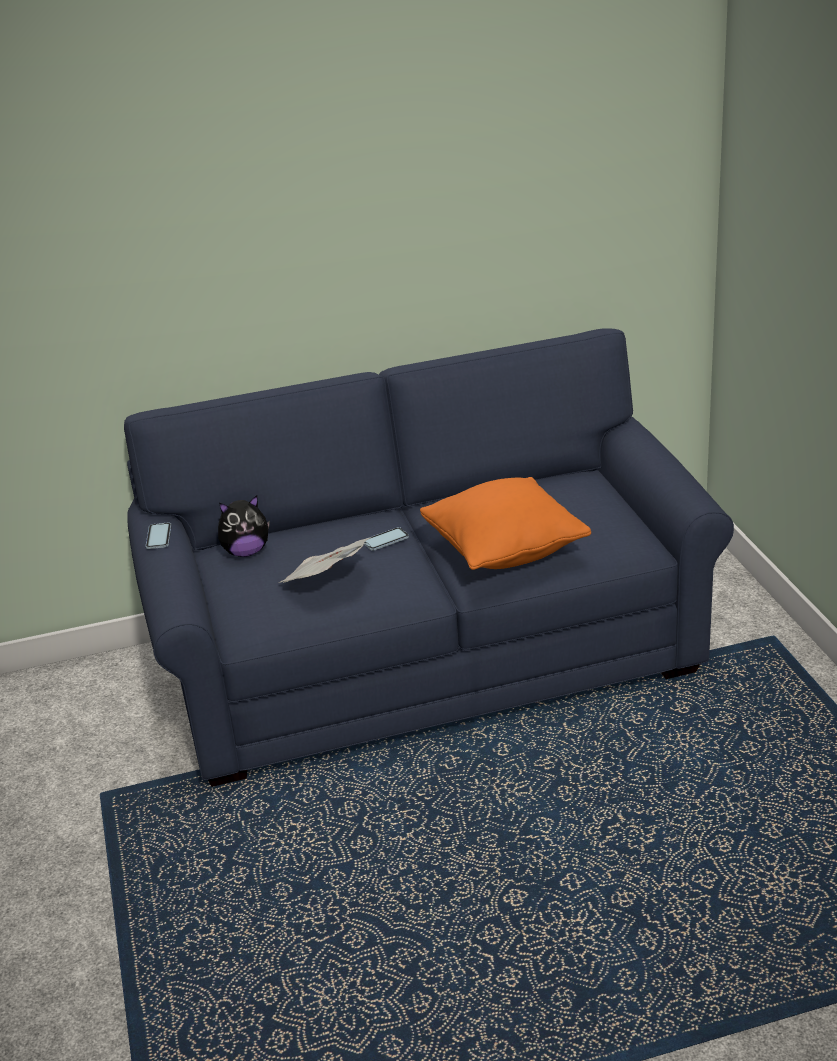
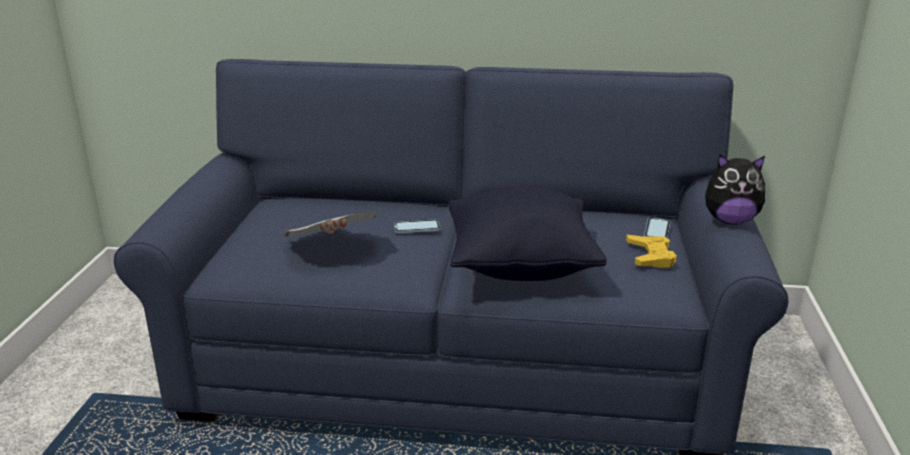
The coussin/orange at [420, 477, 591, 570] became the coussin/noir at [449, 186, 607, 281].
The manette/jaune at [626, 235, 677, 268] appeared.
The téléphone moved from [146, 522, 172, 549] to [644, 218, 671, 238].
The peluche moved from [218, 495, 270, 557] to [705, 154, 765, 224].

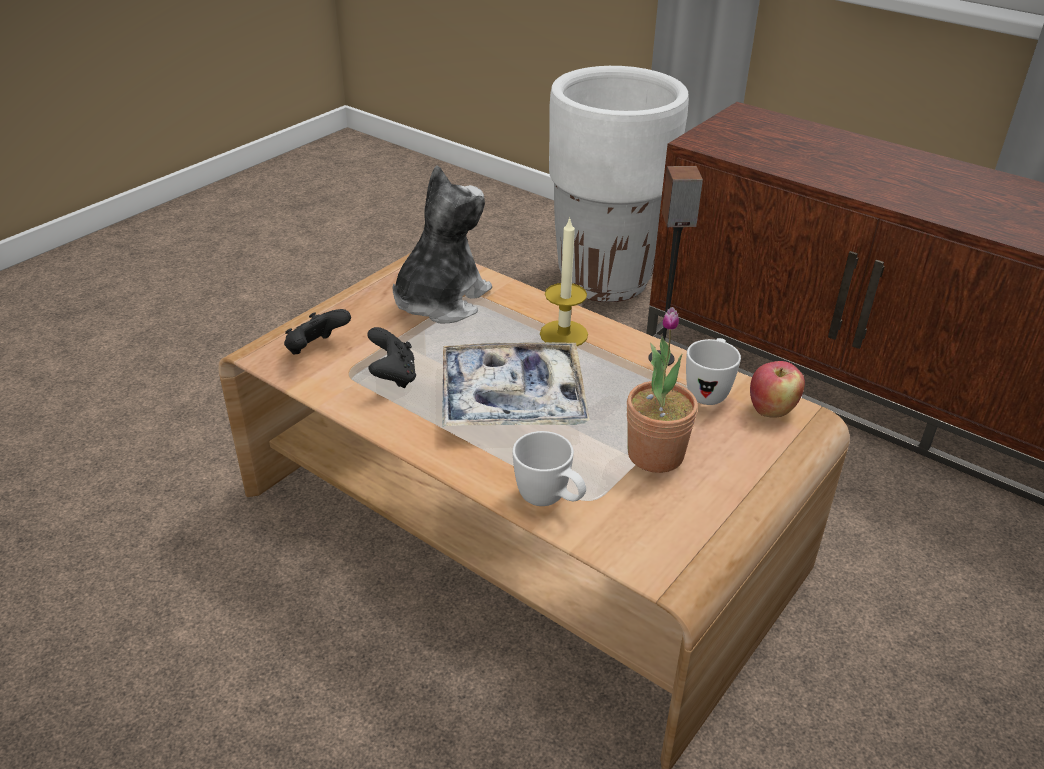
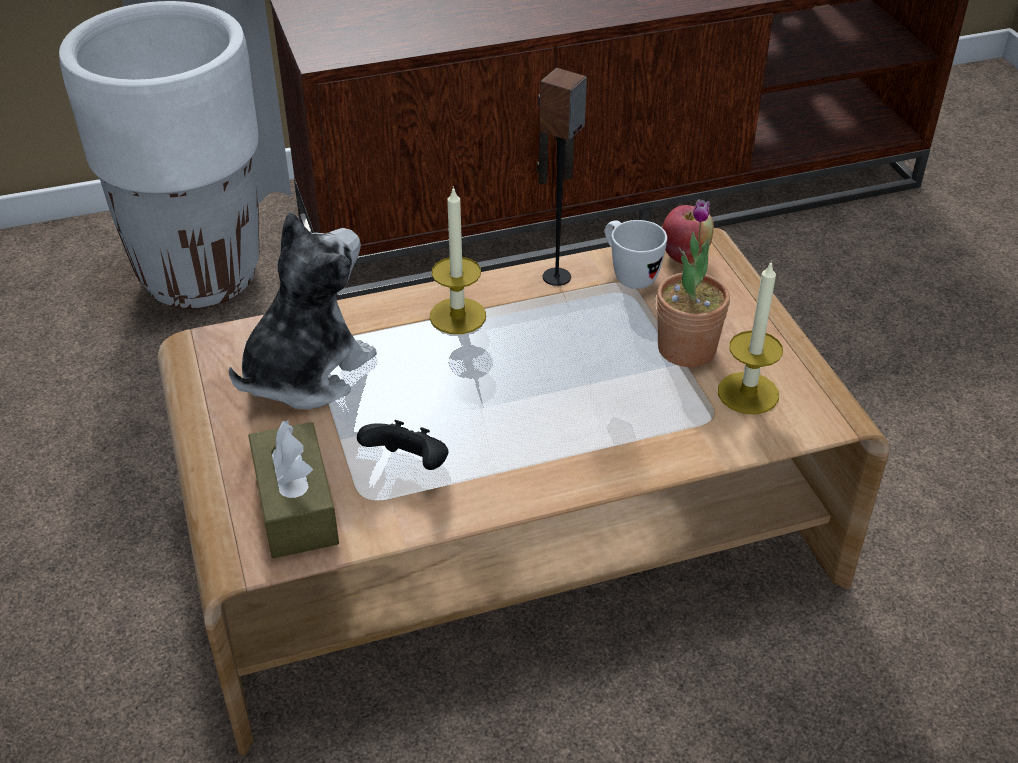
The peluche at [393, 165, 492, 324] turned 60 degrees clockwise.
The manette/noir at [284, 309, 351, 355] was replaced by the boîte à mouchoirs/marron at [248, 419, 339, 558].
The bougie at [718, 260, 783, 415] appeared.
The plateau at [442, 342, 590, 427] disappeared.
The mug/blanc at [512, 431, 586, 506] disappeared.

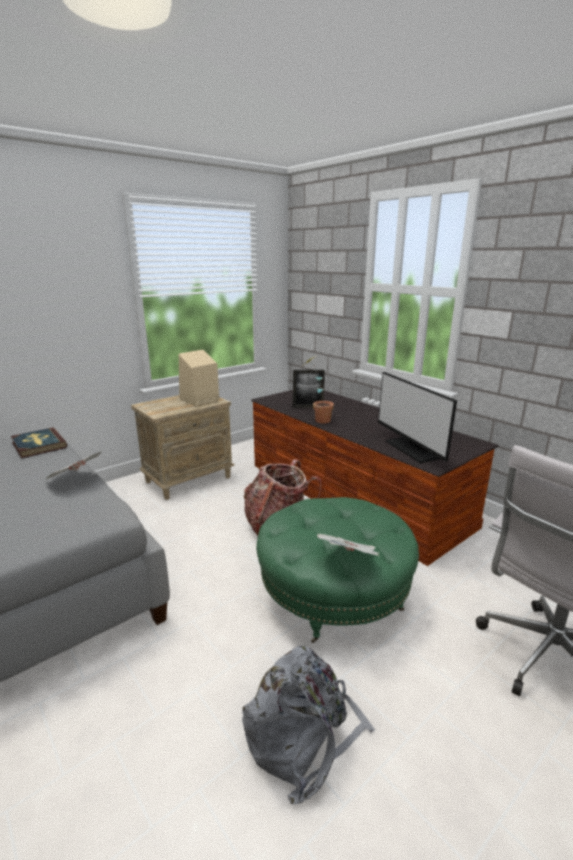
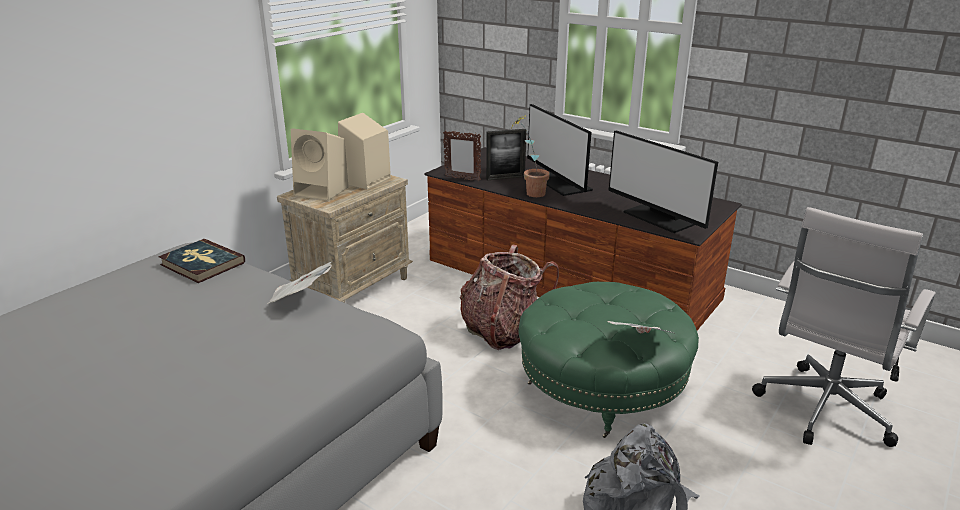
The enceinte/beige at [291, 128, 349, 201] appeared.
The cadre photo at [443, 130, 481, 181] appeared.
The écran d'ordinateur at [527, 104, 593, 196] appeared.

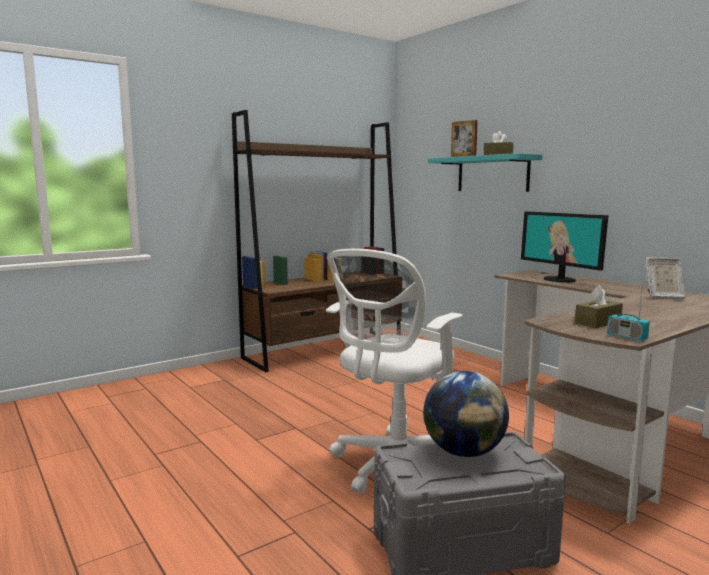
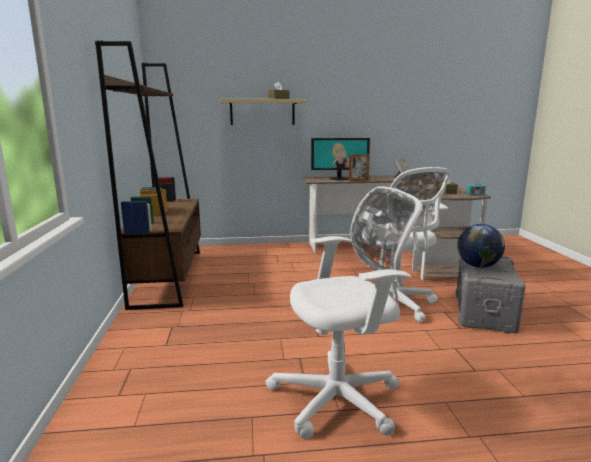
The étagère/turquoise at [428, 153, 543, 192] became the étagère/beige at [219, 99, 307, 125].
The chaise de bureau/blanc at [266, 186, 423, 439] appeared.
The cadre photo moved from [451, 120, 478, 157] to [349, 154, 370, 181].

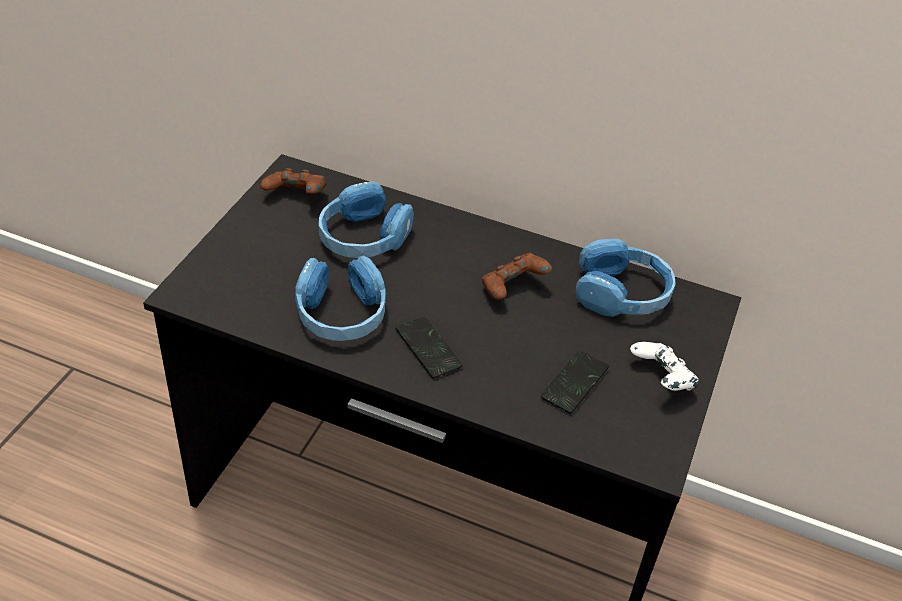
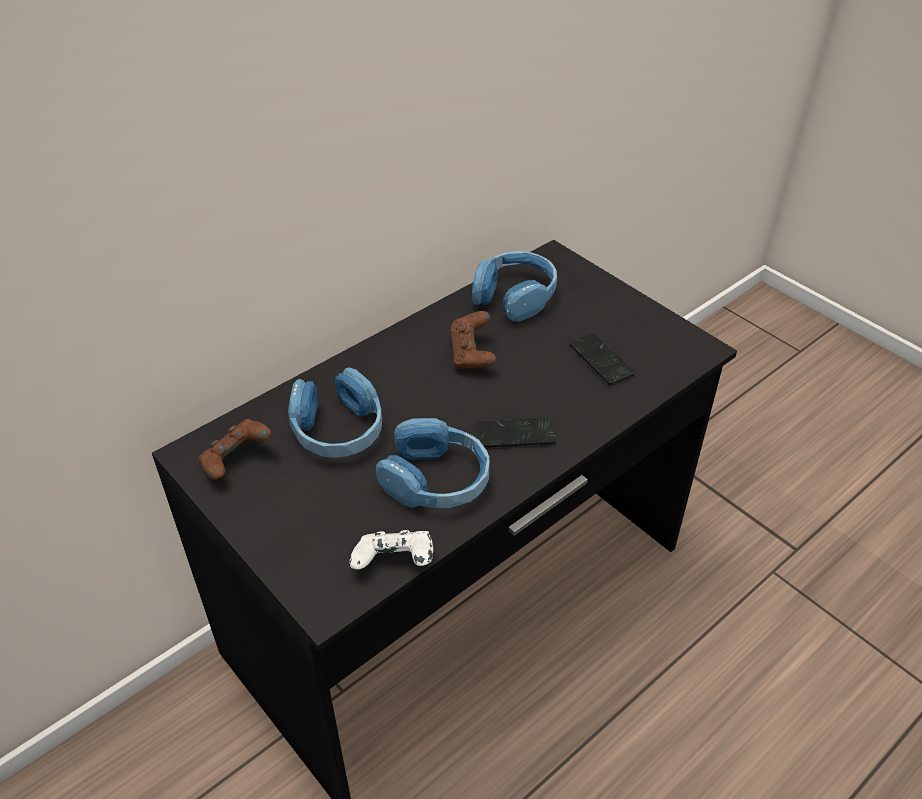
The manette/blanc moved from [630, 342, 699, 391] to [350, 530, 433, 570].

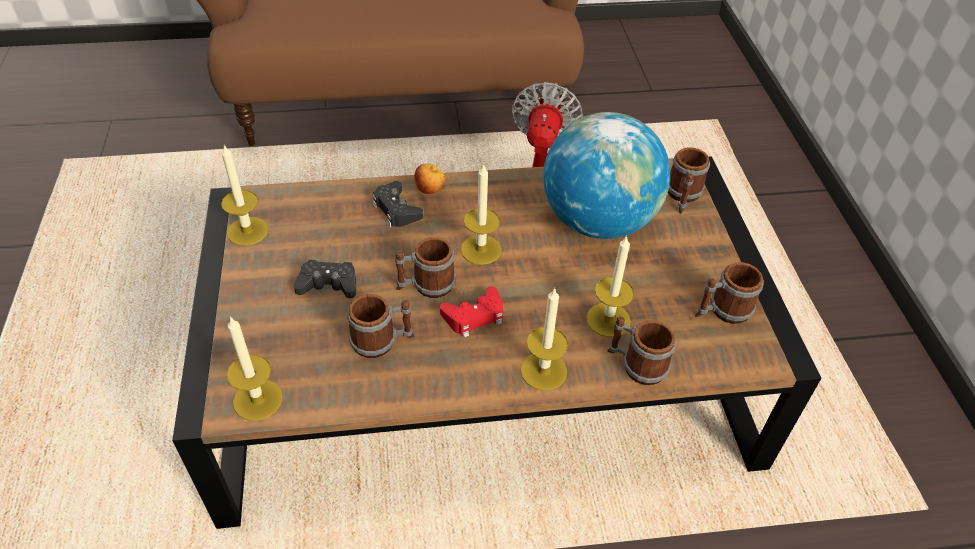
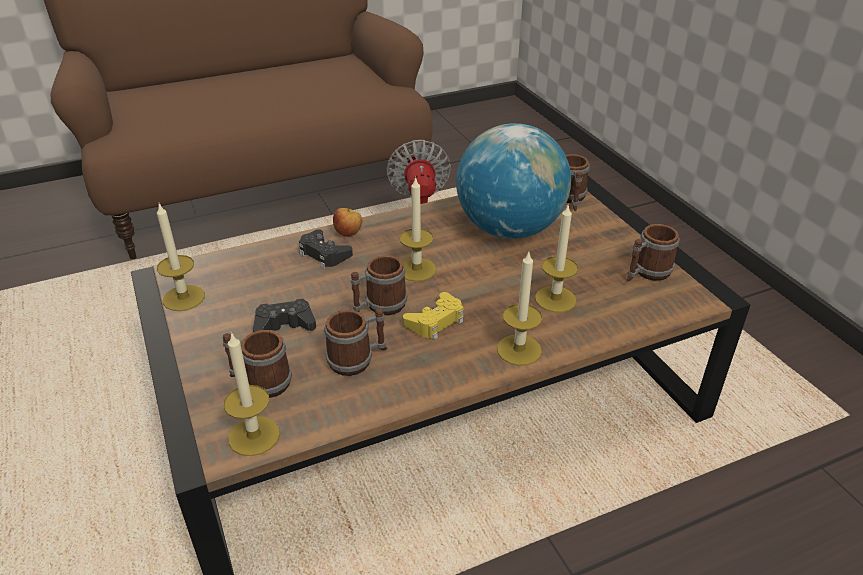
The mug moved from [607, 316, 676, 385] to [223, 330, 292, 398].
The manette/rouge at [440, 286, 503, 338] became the manette/jaune at [403, 292, 464, 340].

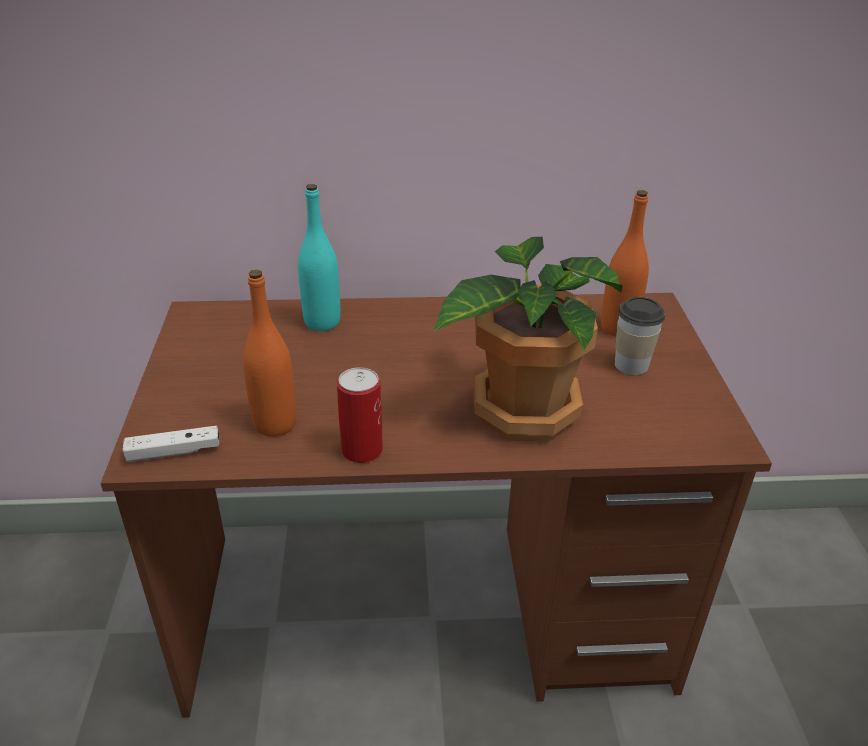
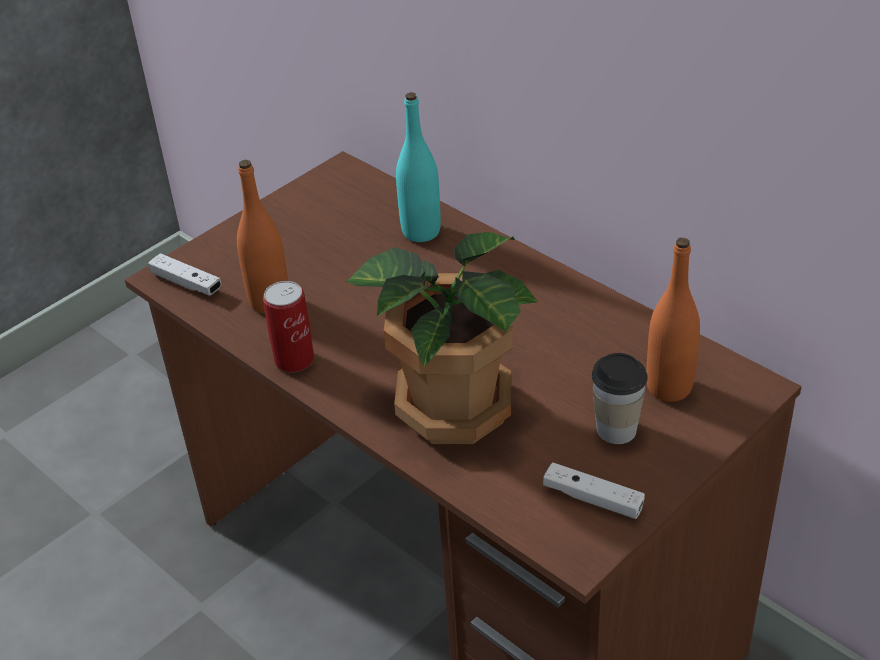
The manette/blanc at [543, 463, 645, 519] appeared.

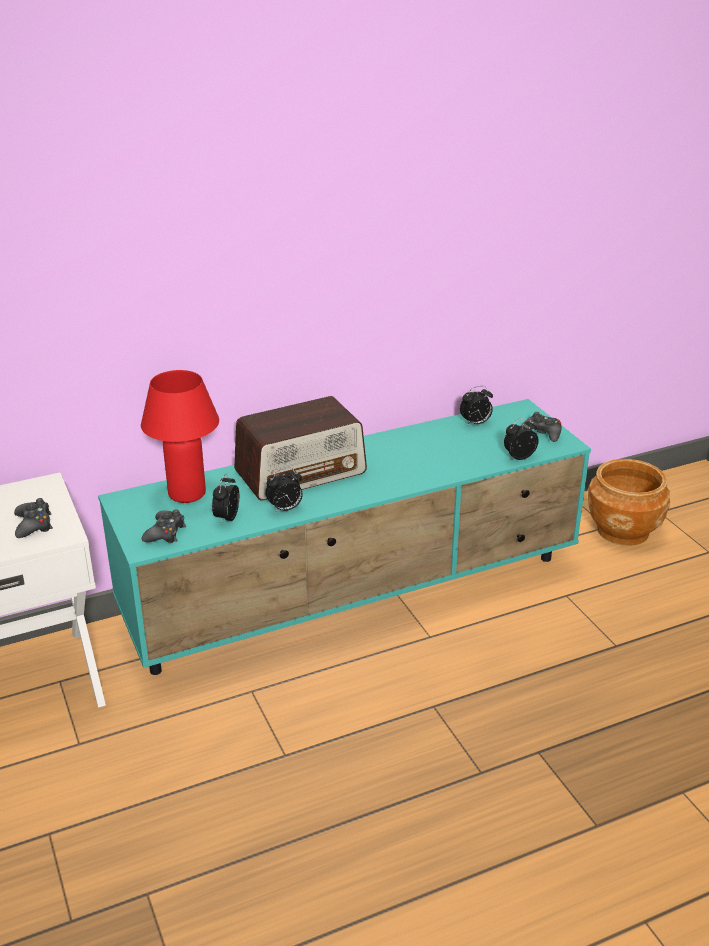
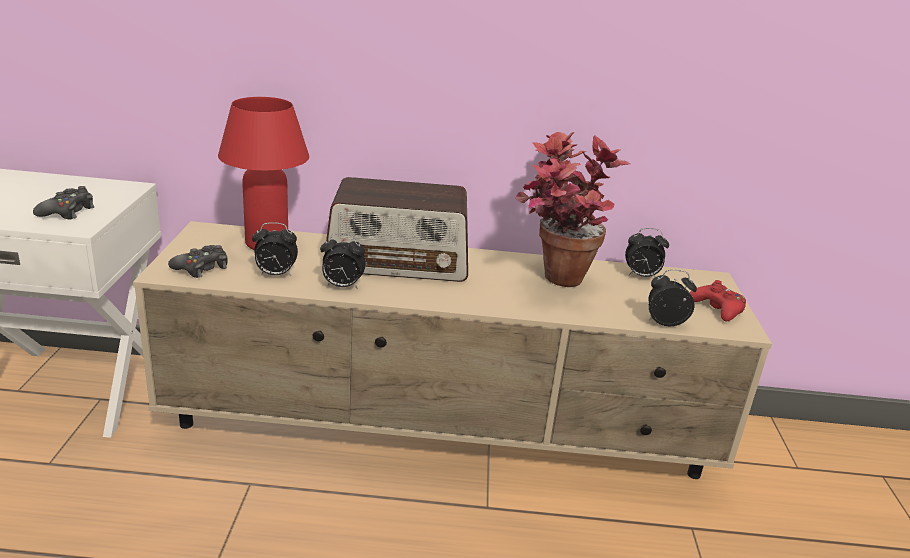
The meuble télé/turquoise at [98, 399, 591, 675] became the meuble télé/beige at [133, 221, 772, 479].
The réveil at [212, 474, 239, 524] turned 135 degrees counterclockwise.
The plante en pot at [515, 132, 631, 287] appeared.
The manette/noir at [523, 412, 562, 442] became the manette/rouge at [690, 280, 746, 321].
The cache-pot/marron at [588, 459, 670, 546] disappeared.

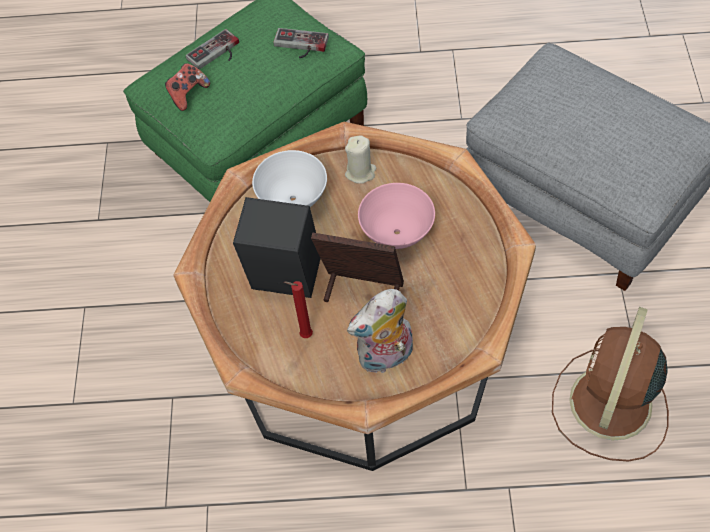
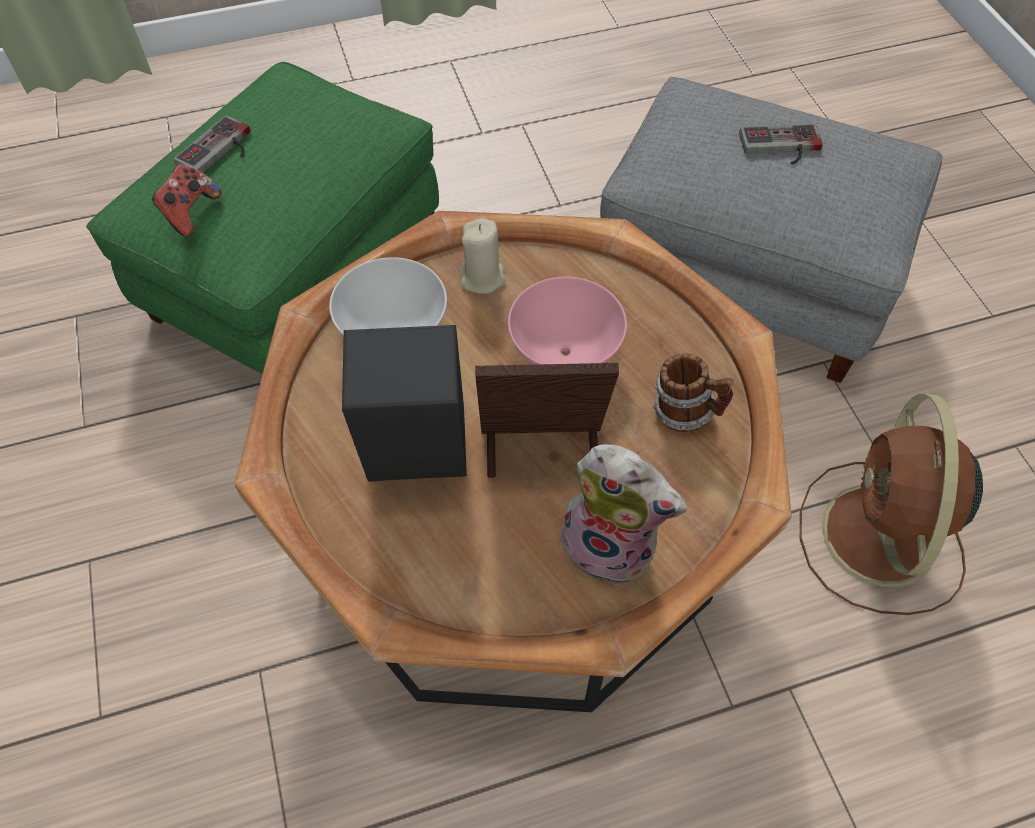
The peluche at [347, 289, 413, 373] turned 105 degrees counterclockwise.
The mug at [653, 354, 734, 432] appeared.
The manette moved from [273, 28, 329, 58] to [739, 124, 823, 165].
The bougie/rouge at [284, 281, 313, 338] disappeared.

